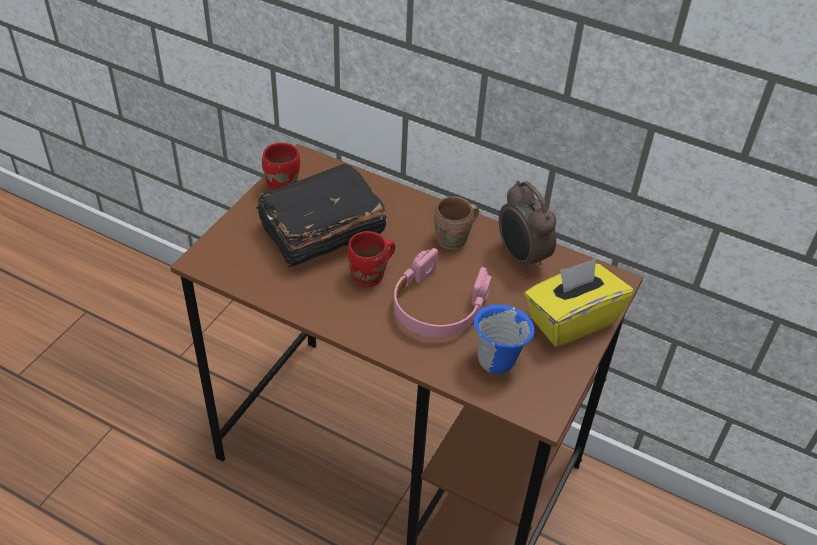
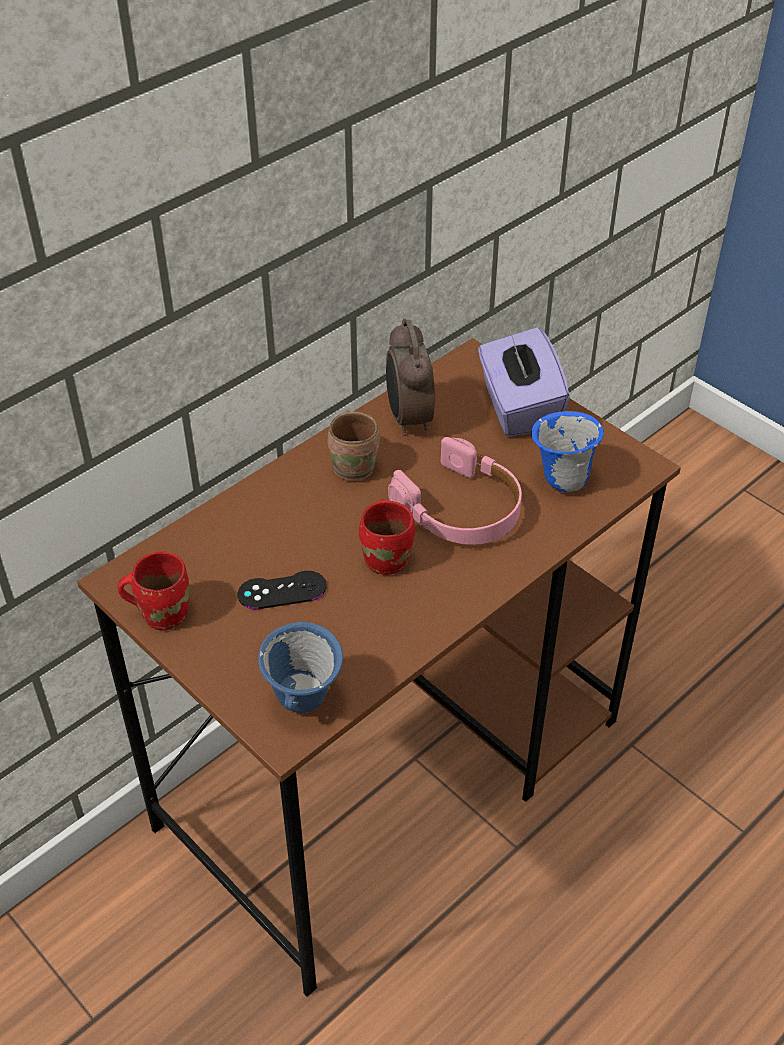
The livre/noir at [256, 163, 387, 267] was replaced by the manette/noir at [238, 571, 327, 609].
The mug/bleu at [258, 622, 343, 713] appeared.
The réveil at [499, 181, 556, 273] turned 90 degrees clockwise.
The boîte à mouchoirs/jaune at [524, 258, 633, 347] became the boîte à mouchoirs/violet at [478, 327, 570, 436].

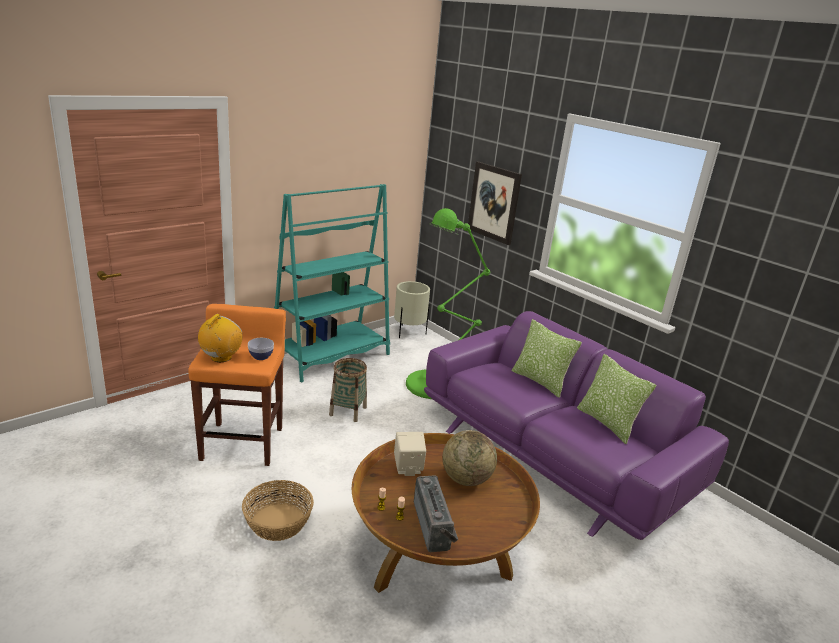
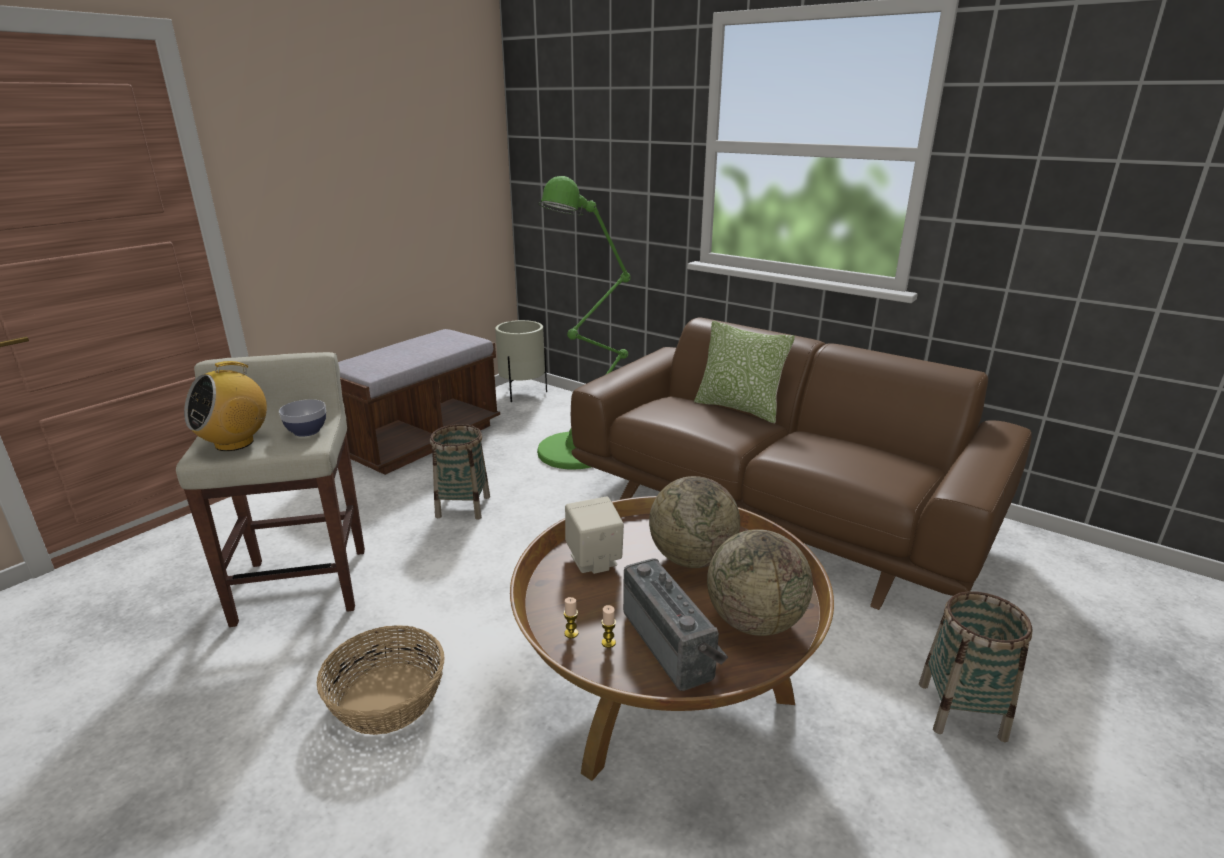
The tabouret/orange at [188, 304, 286, 466] became the tabouret/beige at [176, 352, 365, 627].
The radio at [198, 314, 243, 362] turned 150 degrees counterclockwise.
The bibliothèque/turquoise at [274, 184, 390, 383] was replaced by the banc/marron at [338, 329, 500, 475].
The canapé/violet at [424, 311, 729, 540] became the canapé/marron at [571, 317, 1032, 610].
The globe at [707, 529, 813, 636] appeared.
The panier at [919, 591, 1033, 742] appeared.
The tableau at [468, 162, 522, 245] disappeared.
The coussin at [577, 354, 656, 444] disappeared.

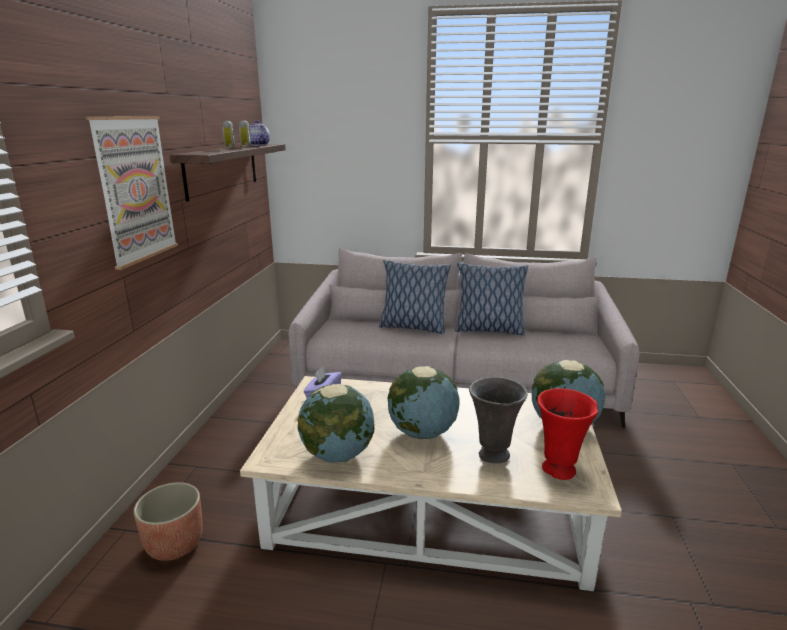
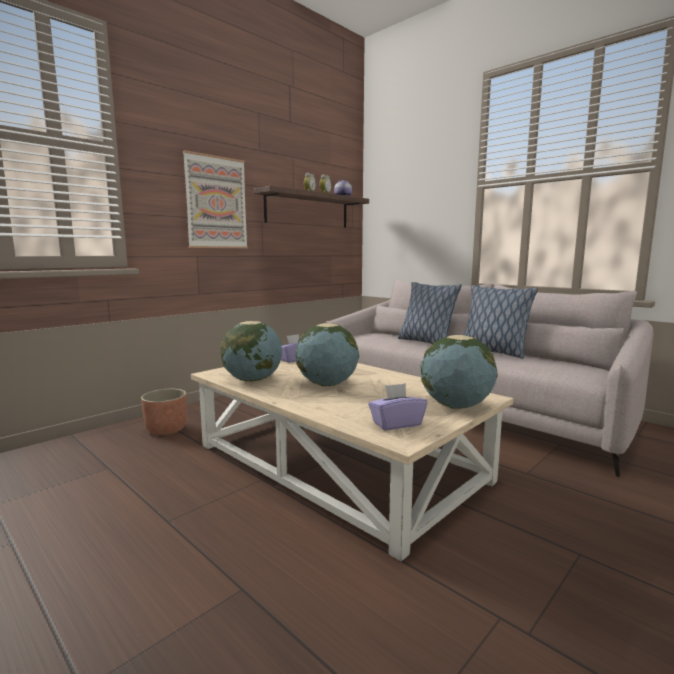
The vase/rouge at [538, 388, 598, 480] was replaced by the boîte à mouchoirs/violet at [368, 383, 428, 430].
The vase/gris at [469, 377, 528, 464] disappeared.

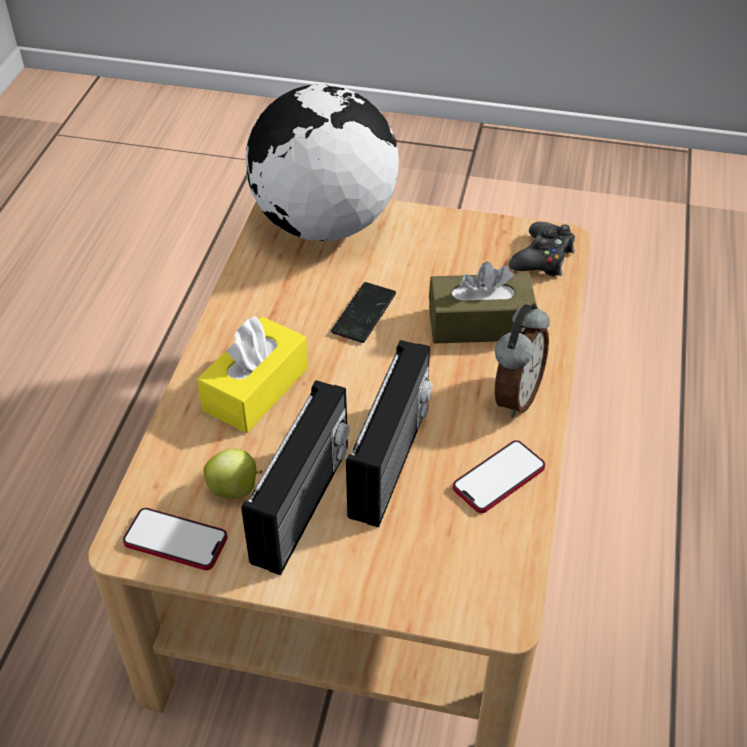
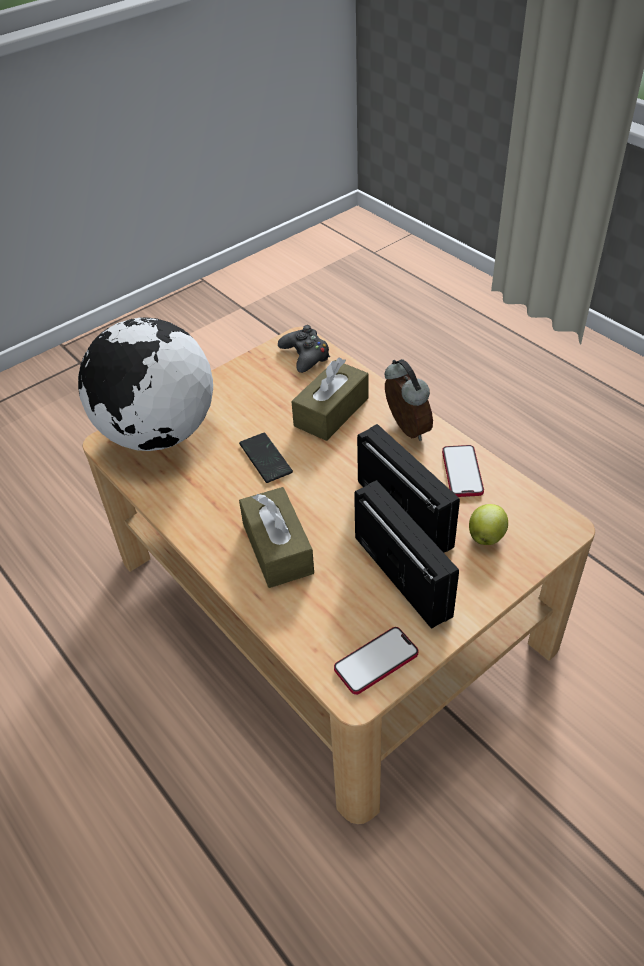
The boîte à mouchoirs/jaune at [197, 316, 308, 433] became the boîte à mouchoirs/marron at [239, 487, 314, 588].
The pomme moved from [203, 449, 263, 498] to [469, 504, 508, 545].

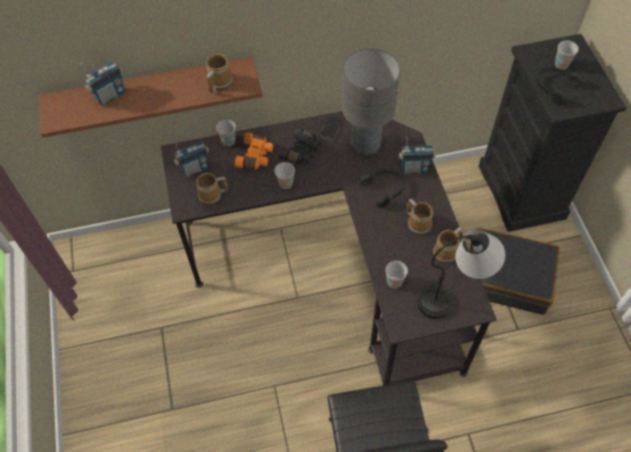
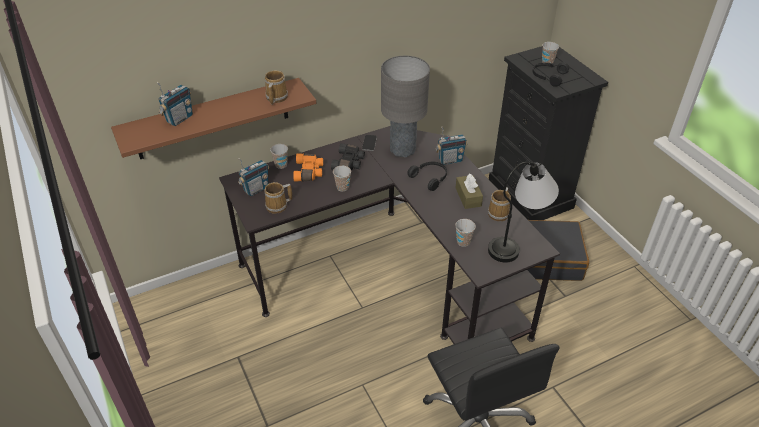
The mug at [407, 199, 433, 235] was replaced by the boîte à mouchoirs/marron at [455, 173, 483, 209].

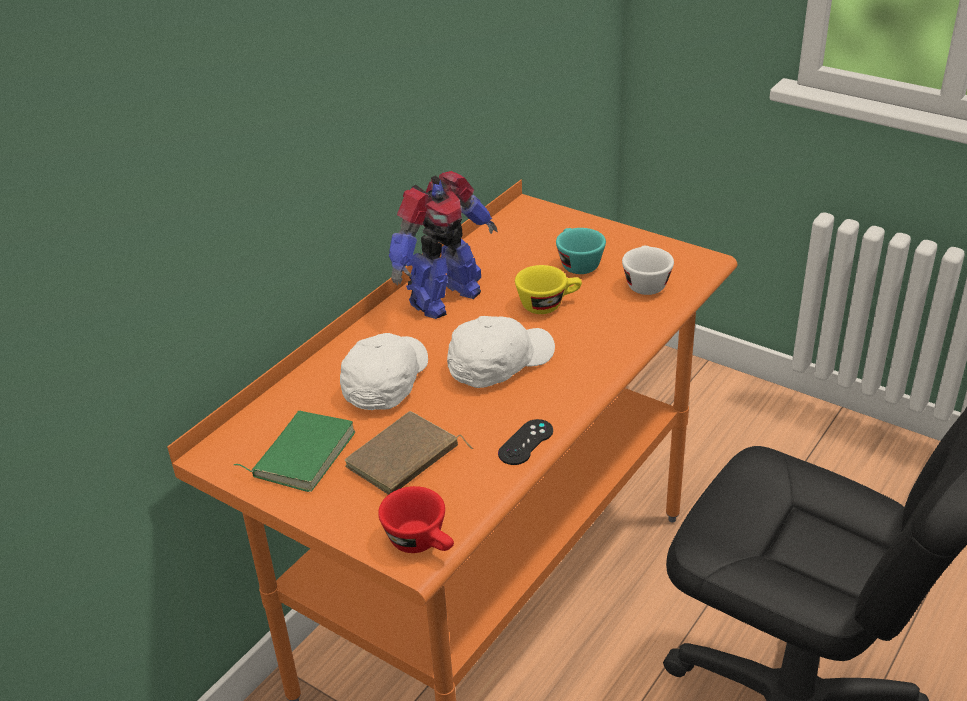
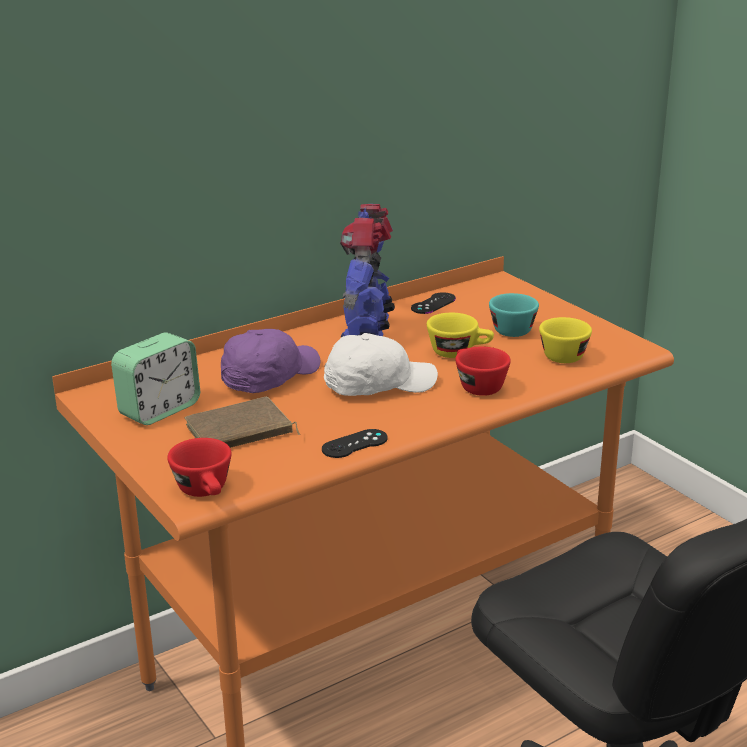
The livre/vert at [234, 411, 356, 492] was replaced by the réveil at [111, 332, 200, 425].
The casquette/blanc at [340, 333, 428, 410] became the casquette/violet at [221, 329, 321, 393].
The robot jouet at [389, 171, 498, 319] turned 120 degrees clockwise.
The manette/noir at [411, 292, 456, 314] appeared.
The tasse/rouge at [455, 346, 511, 396] appeared.
The tasse/blanc at [622, 246, 674, 295] became the tasse/jaune at [539, 317, 592, 363].

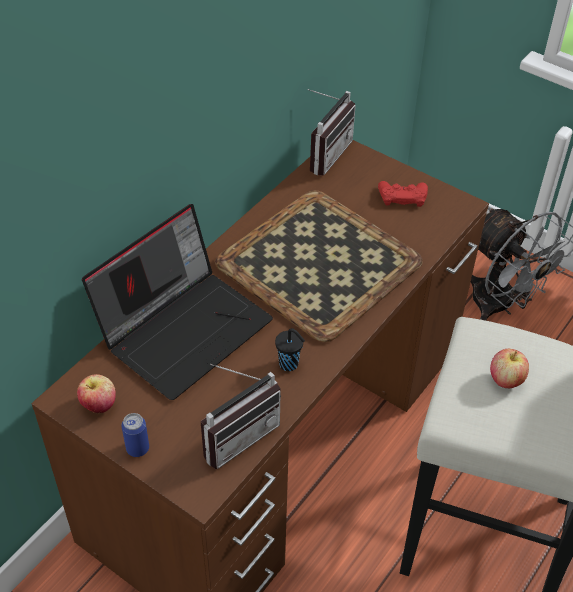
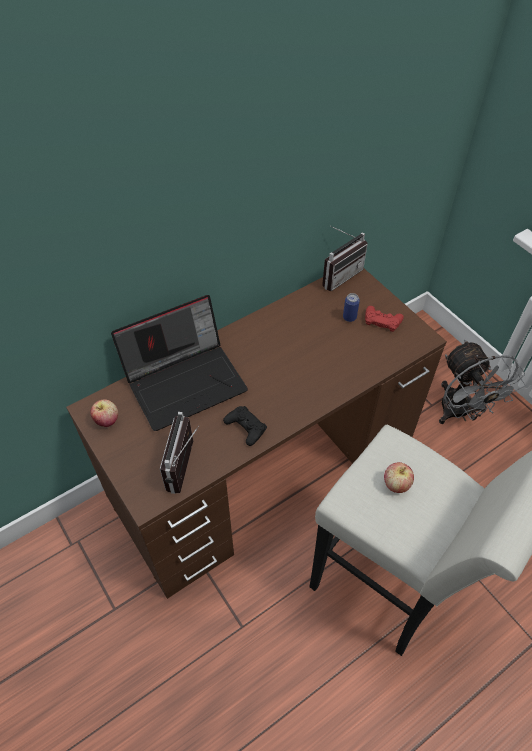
The radio at [201, 364, 281, 469] turned 120 degrees clockwise.
The tasse/noir at [275, 328, 305, 371] was replaced by the manette/noir at [223, 406, 267, 446].
The boîte métallique moved from [122, 413, 149, 457] to [343, 293, 360, 322].
The plateau at [215, 190, 423, 342] disappeared.

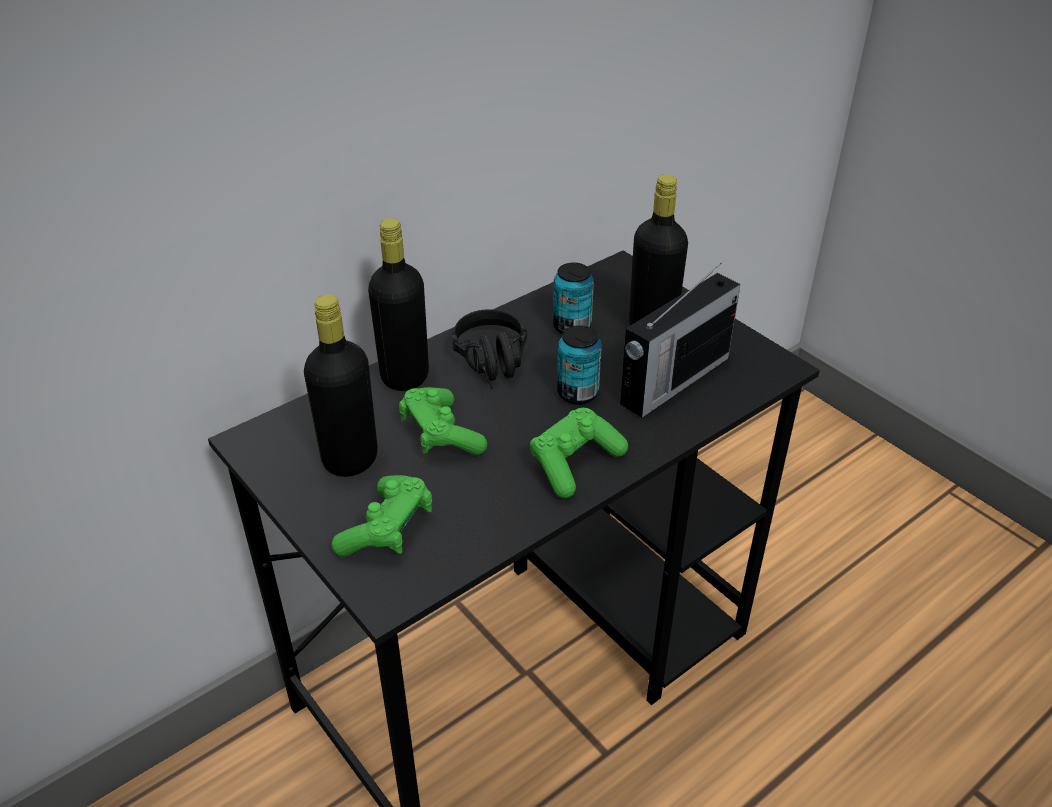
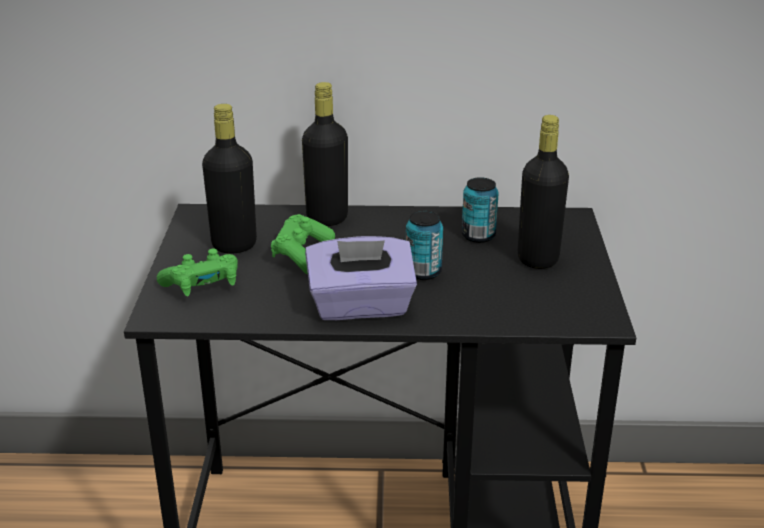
The manette/vert at [530, 408, 628, 498] was replaced by the boîte à mouchoirs/violet at [305, 236, 417, 320].
The casque audio/noir at [452, 309, 527, 389] disappeared.
The radio at [620, 263, 740, 418] disappeared.

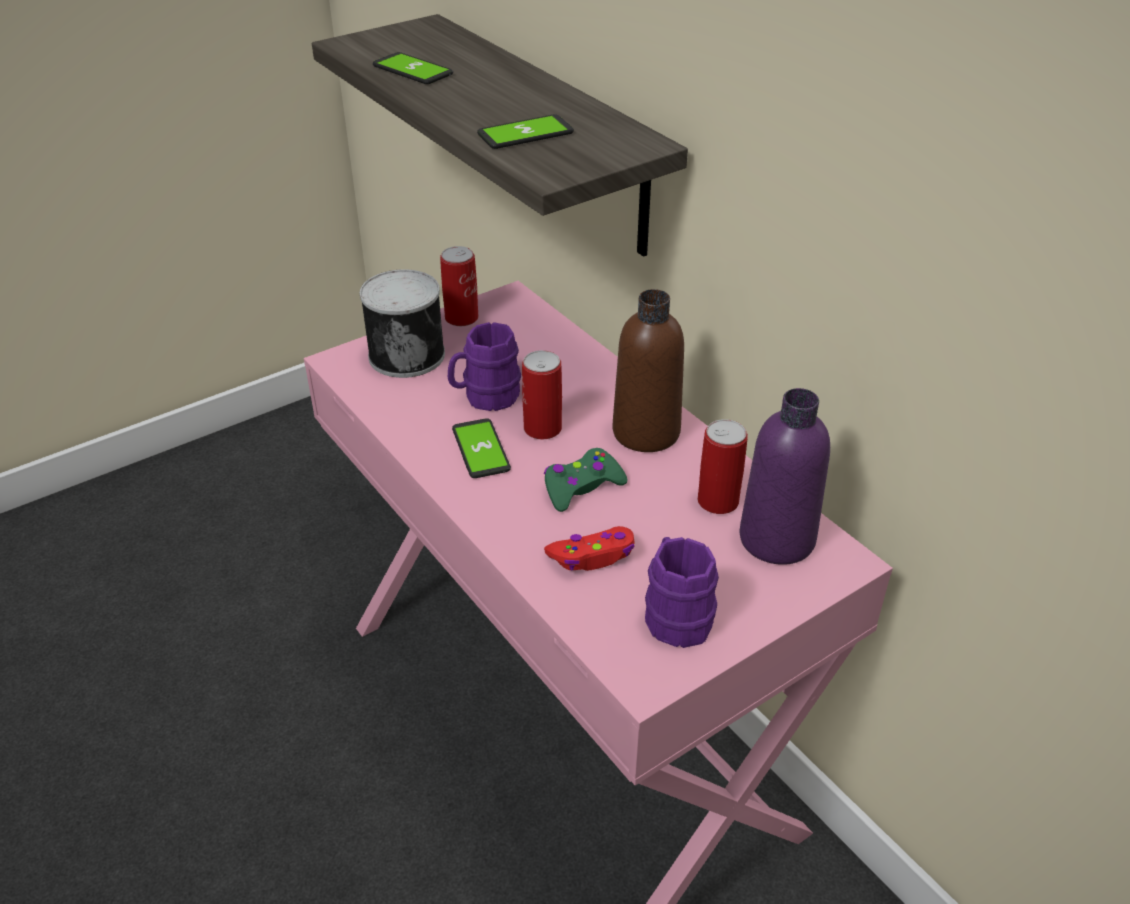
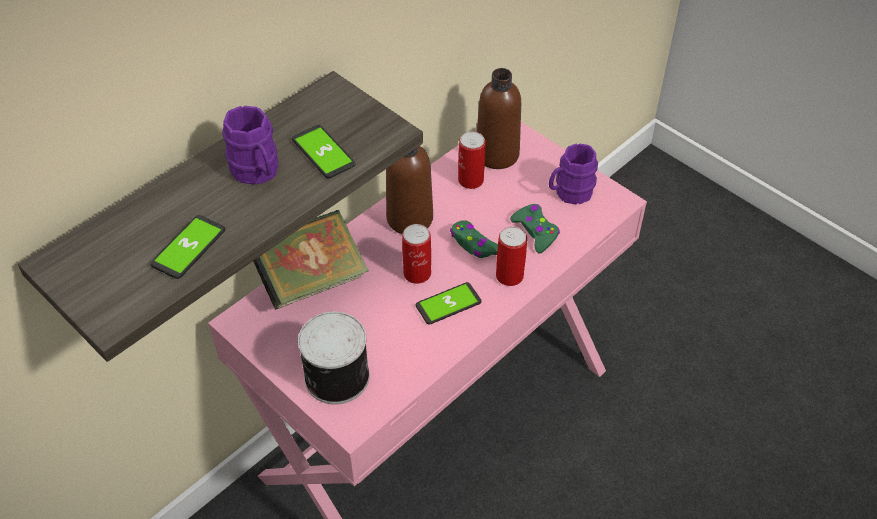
The mug/violet moved from [448, 322, 521, 411] to [222, 106, 278, 185].
The livre at [253, 210, 369, 310] appeared.
The bouteille/violet at [740, 388, 830, 565] became the bouteille/marron at [477, 68, 521, 169].
The boîte métallique moved from [440, 246, 479, 326] to [496, 226, 527, 286].
The manette/rouge at [544, 526, 635, 571] became the manette/vert at [510, 204, 560, 253].

